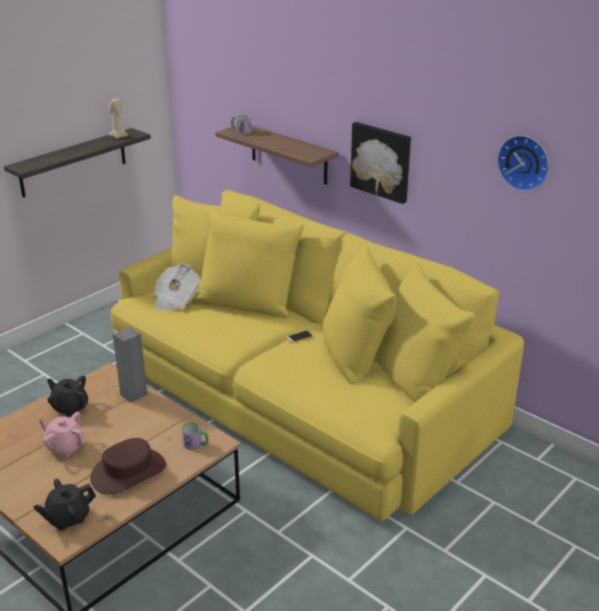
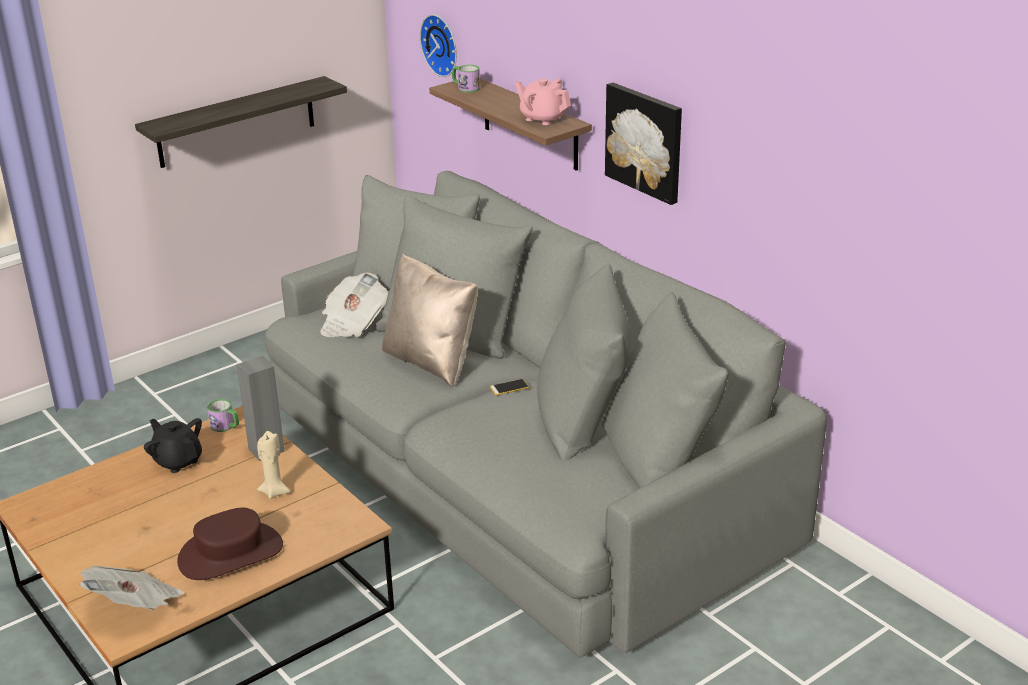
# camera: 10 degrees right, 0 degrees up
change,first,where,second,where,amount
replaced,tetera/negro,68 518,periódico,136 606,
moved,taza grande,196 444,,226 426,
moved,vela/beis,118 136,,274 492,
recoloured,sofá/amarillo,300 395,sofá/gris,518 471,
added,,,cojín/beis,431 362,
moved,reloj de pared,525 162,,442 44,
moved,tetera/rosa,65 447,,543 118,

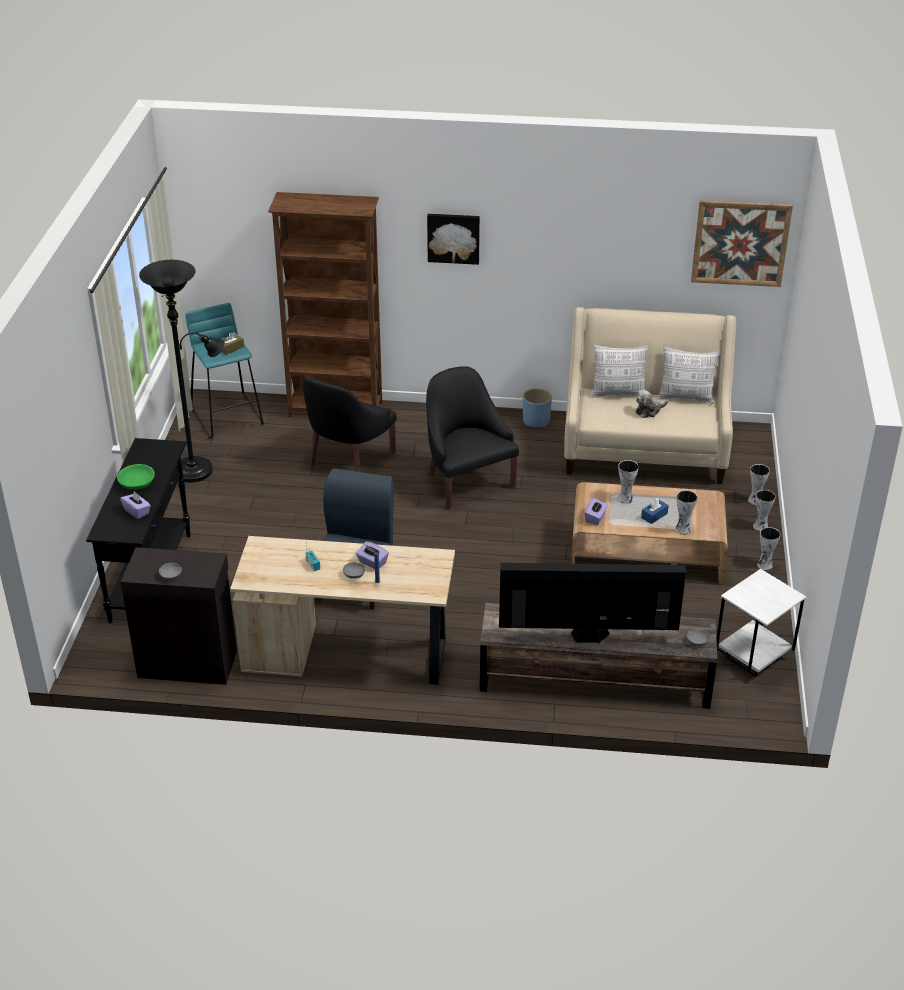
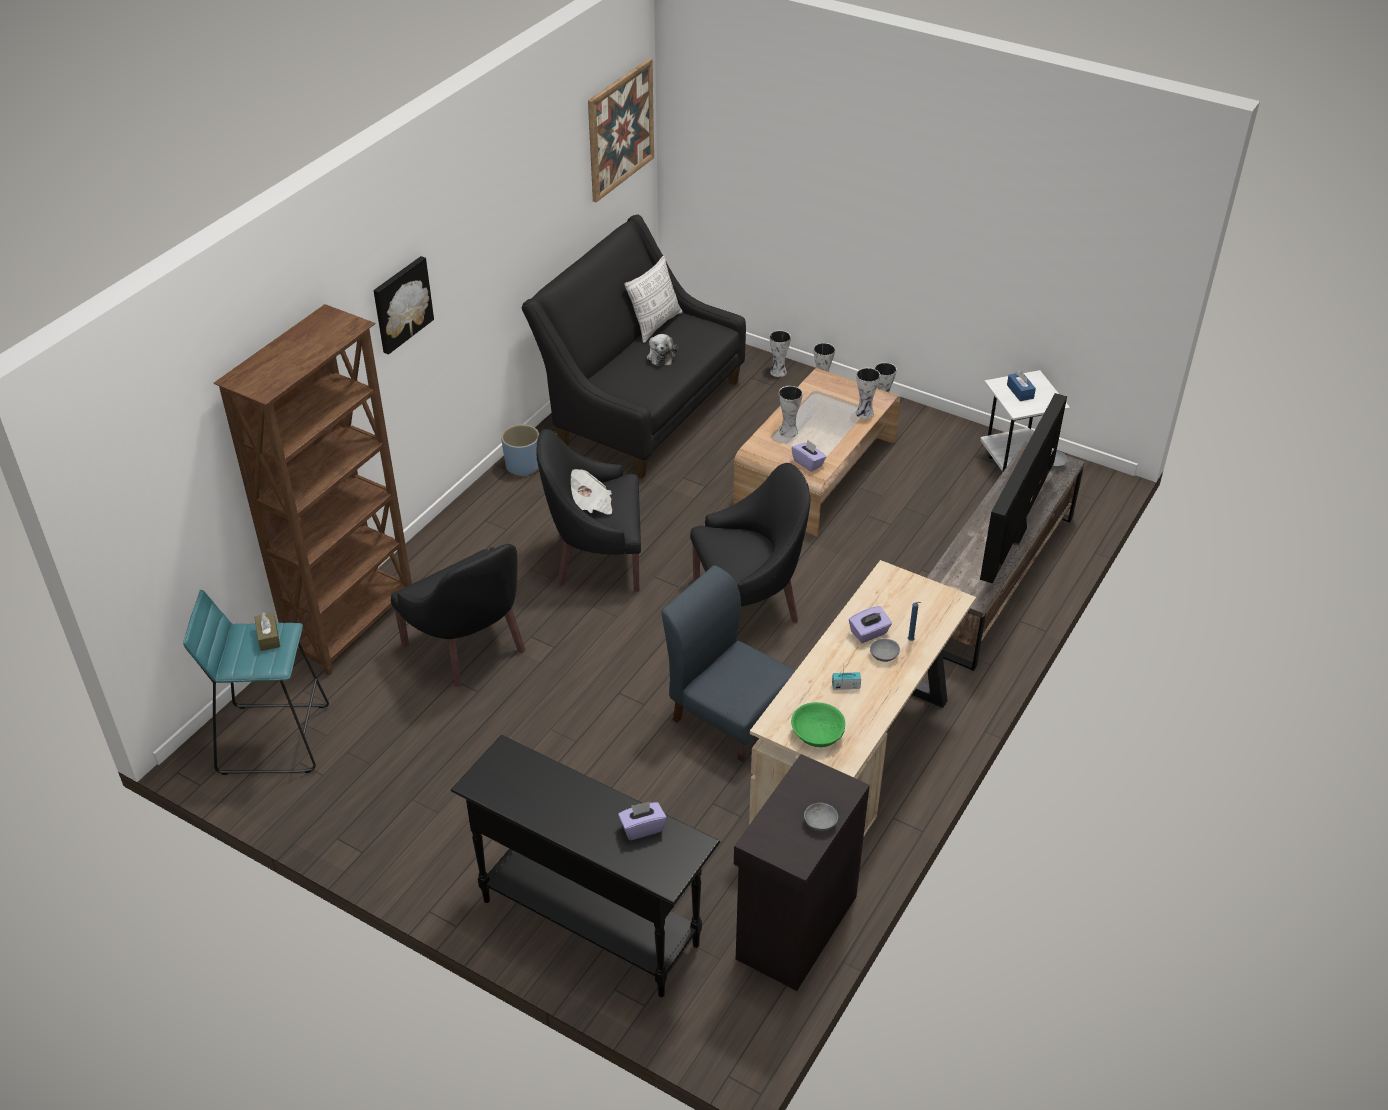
# camera: 65 degrees left, 5 degrees up
change,first,where,second,where,amount
recoloured,sofá/beis,644 450,sofá/negro,641 410,
added,,,periódico,588 504,
added,,,sillón/negro,749 603,
moved,cuenco/verde,137 483,,817 733,
moved,caja de pañuelos/azul,654 516,,1020 391,
removed,lámpara de pie/negro,198 469,,,
removed,cojín,618 393,,,

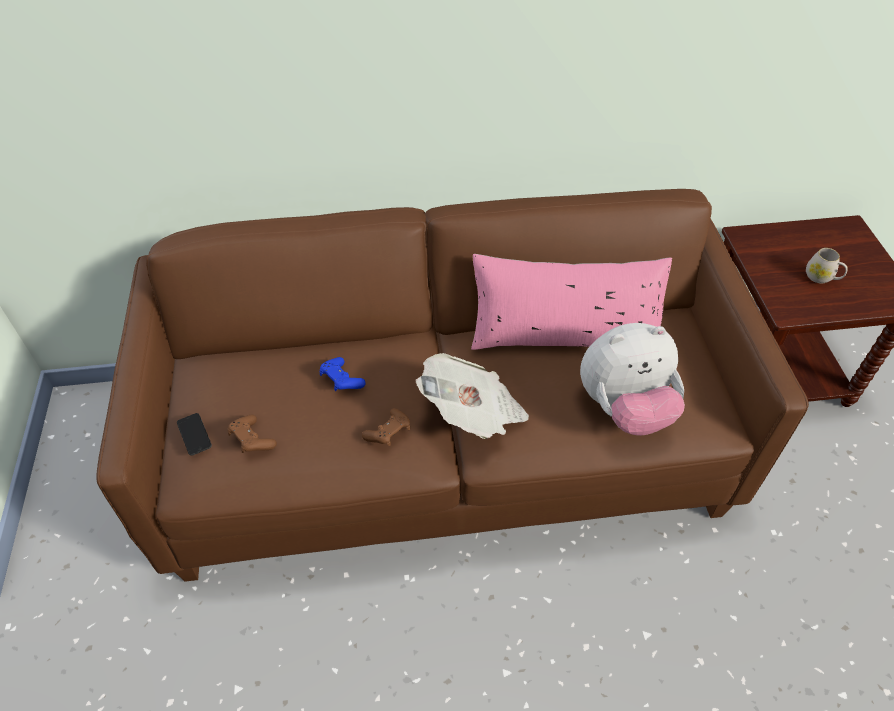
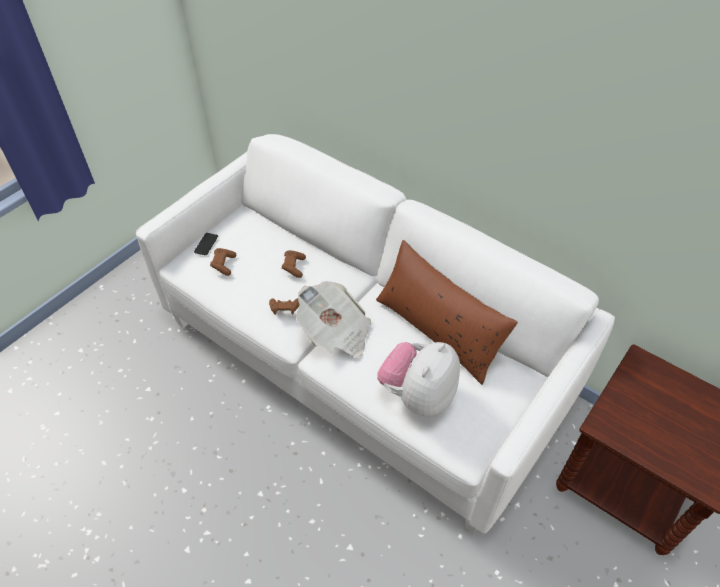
# camera: 45 degrees right, 0 degrees up
change,first,where,second,where,amount
recoloured,sofá/marrón,447 448,sofá/blanco,361 361,
recoloured,mando de consola/azul,341 381,mando de consola/marrón,293 267,
recoloured,cojín/rosa,564 334,cojín/marrón,438 330,
turned,peluche,625 408,,418 395,90 degrees clockwise
removed,taza grande/blanco,821 277,,,

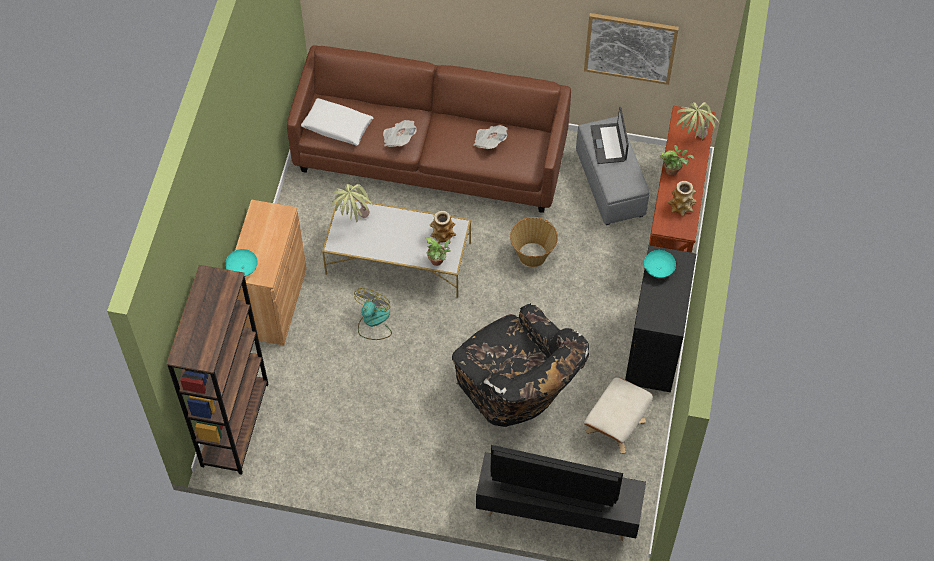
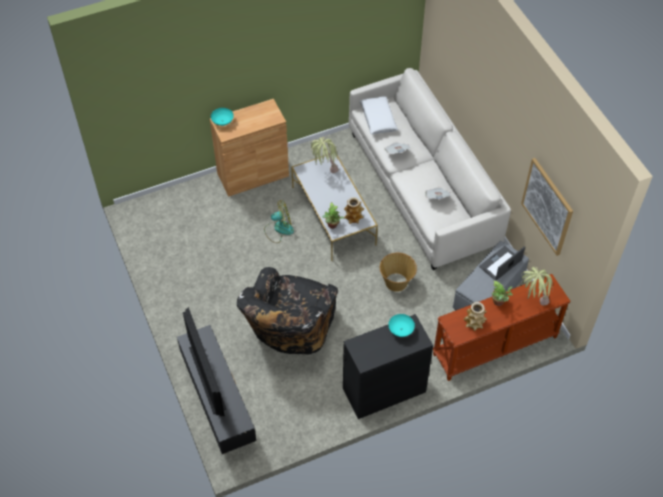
# camera: 55 degrees right, 5 degrees down
change,first,where,second,where,amount
recoloured,sofá/marrón,431 154,sofá/blanco,422 188,
removed,estantería/marrón,235 424,,,
removed,puf/beis,616 426,,,

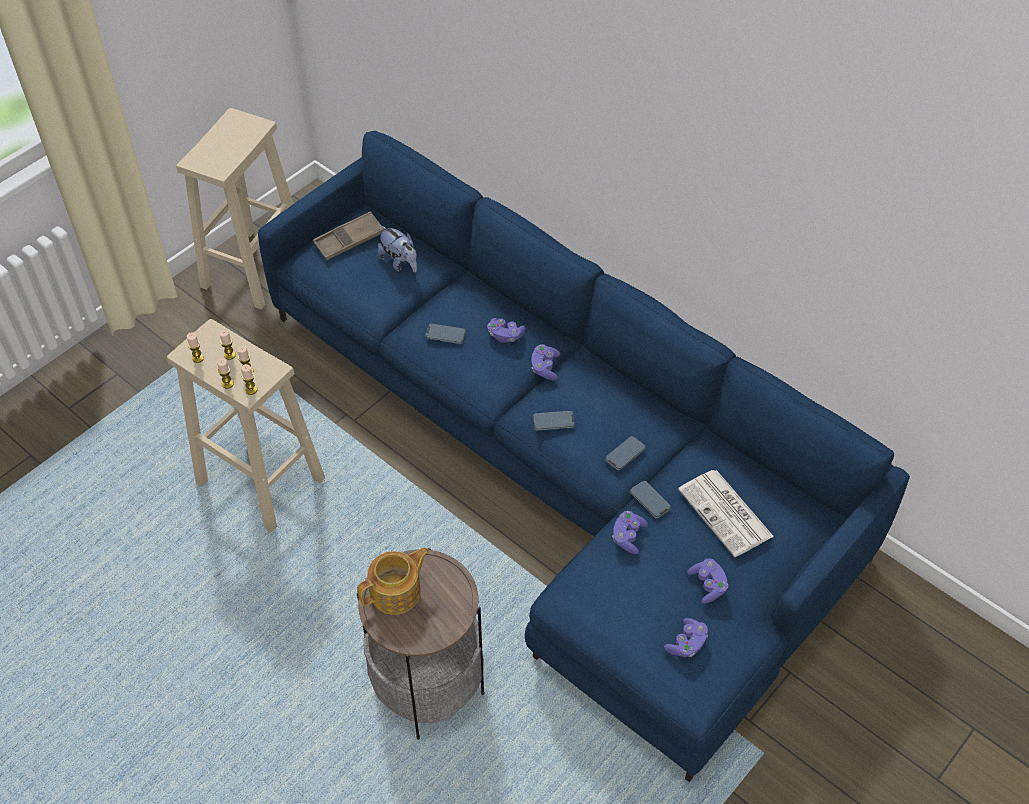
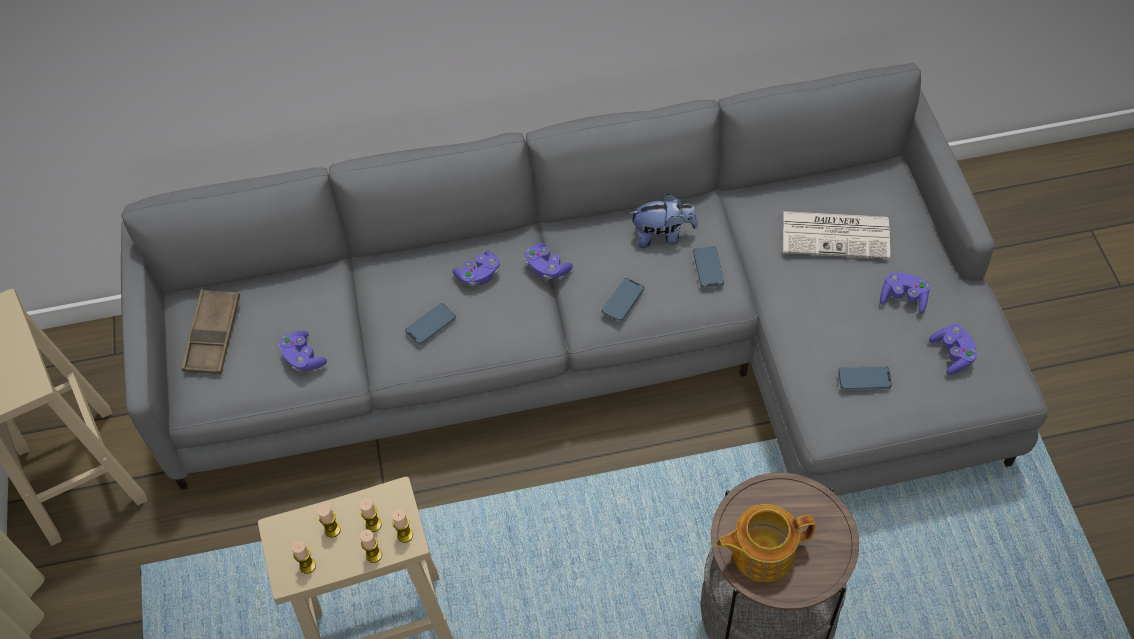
# camera: 50 degrees left, 5 degrees up
change,first,where,second,where,amount
recoloured,sofá/azul,566 468,sofá/gris,606 347,
moved,mando de consola/morado,628 537,,303 358,
moved,peluche,400 263,,662 235,
turned,tetera,397 592,,761 552,105 degrees counterclockwise
moved,móvil,650 500,,864 379,

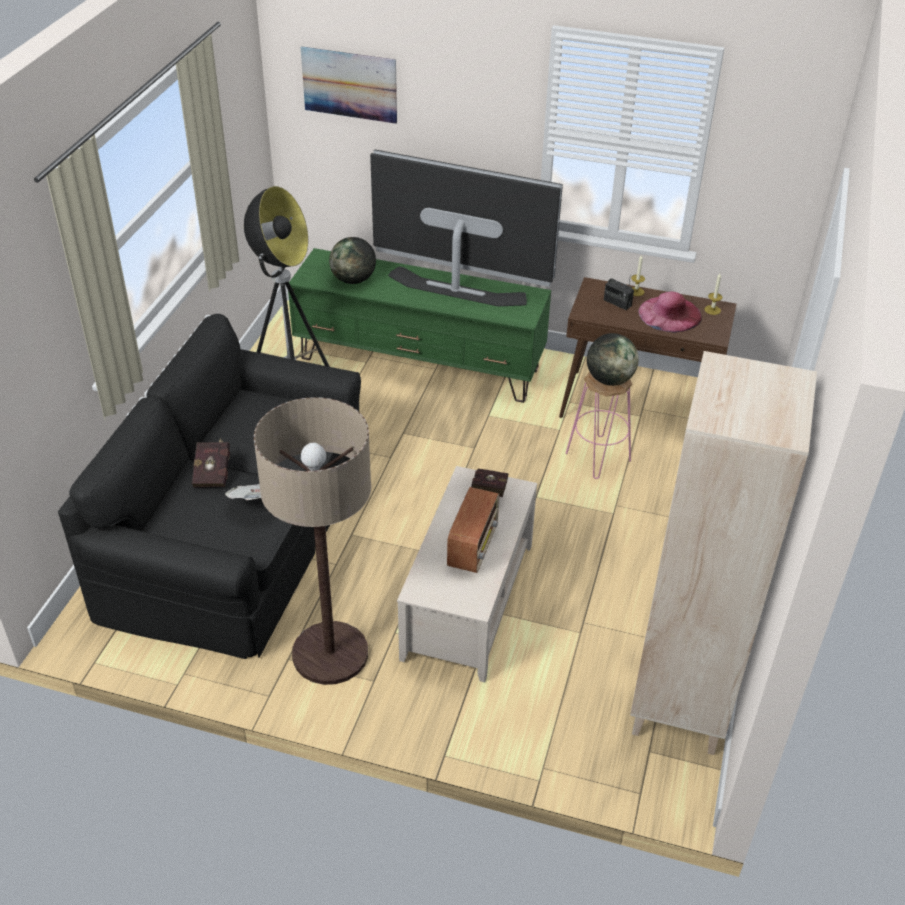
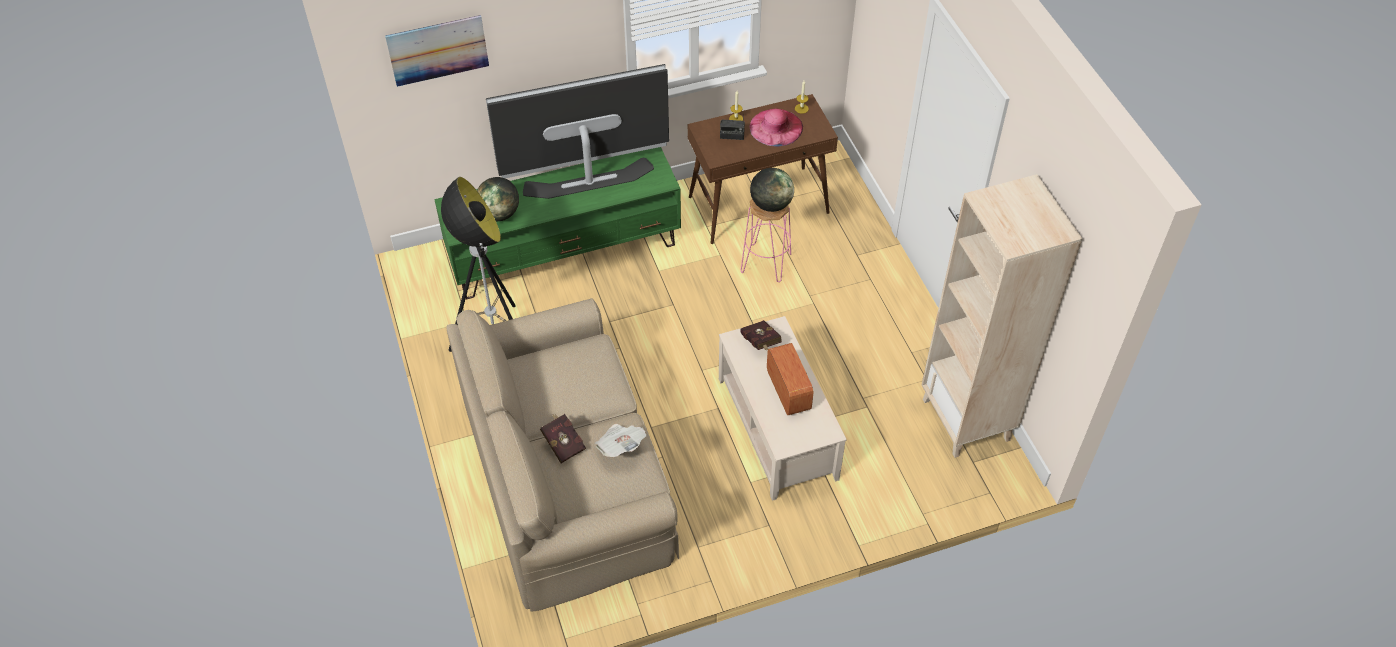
# camera: 35 degrees left, 10 degrees up
change,first,where,second,where,amount
recoloured,sofá/negro,238 533,sofá/beis,567 476,
removed,lámpara de pie,330 653,,,

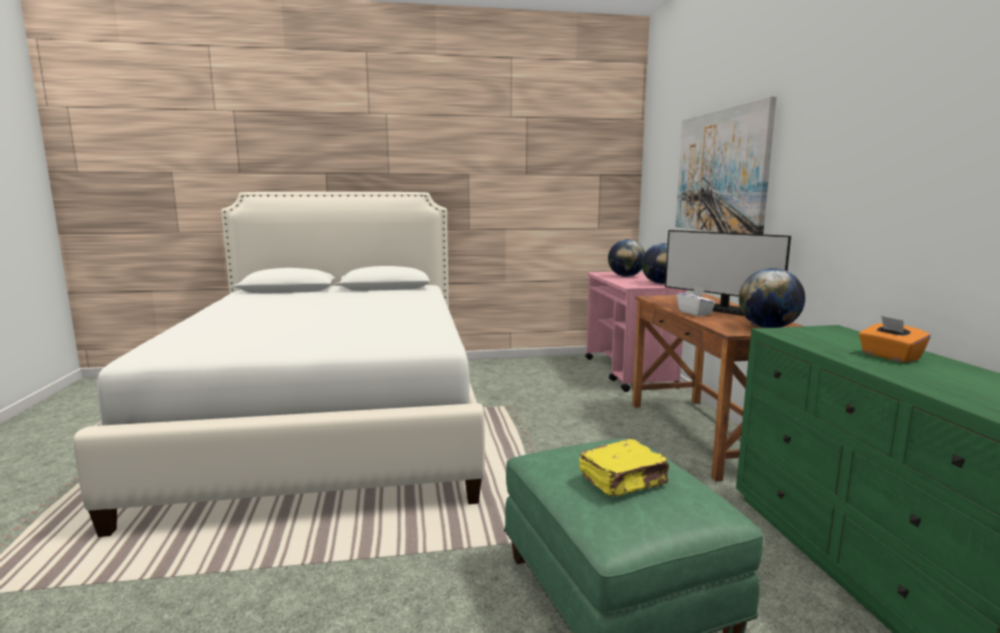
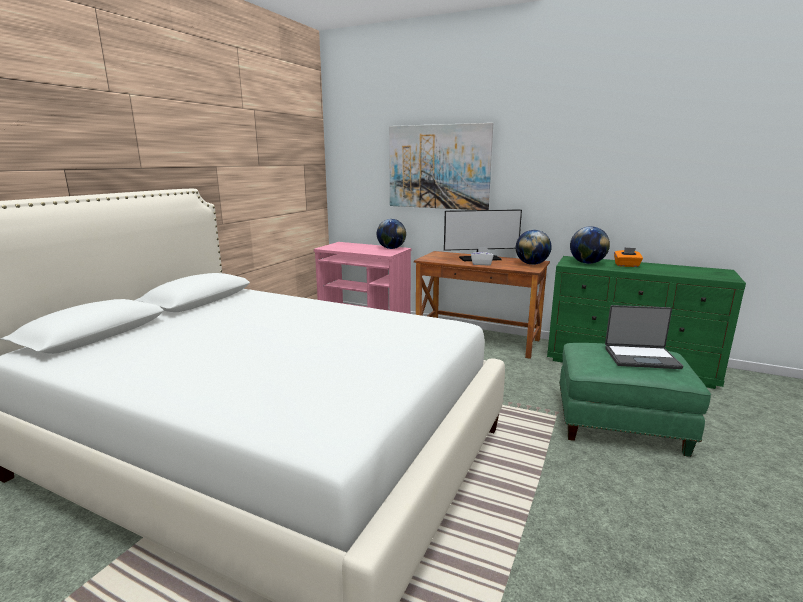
# camera: 55 degrees left, 5 degrees up
change,first,where,second,where,amount
moved,globo terráqueo,626 276,,587 263,
replaced,libro/amarillo,624 481,portátil,641 357,

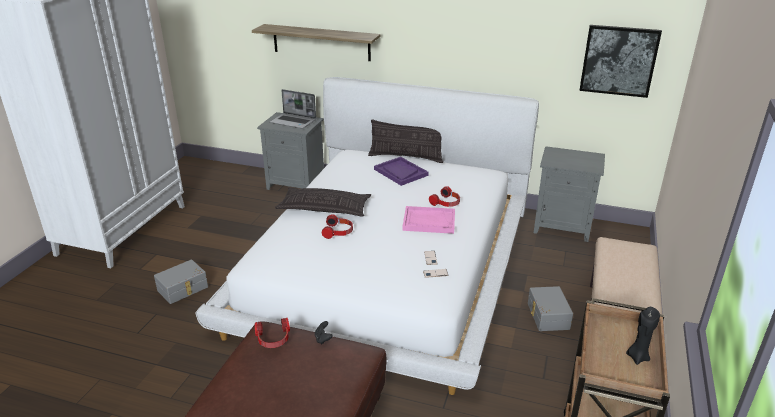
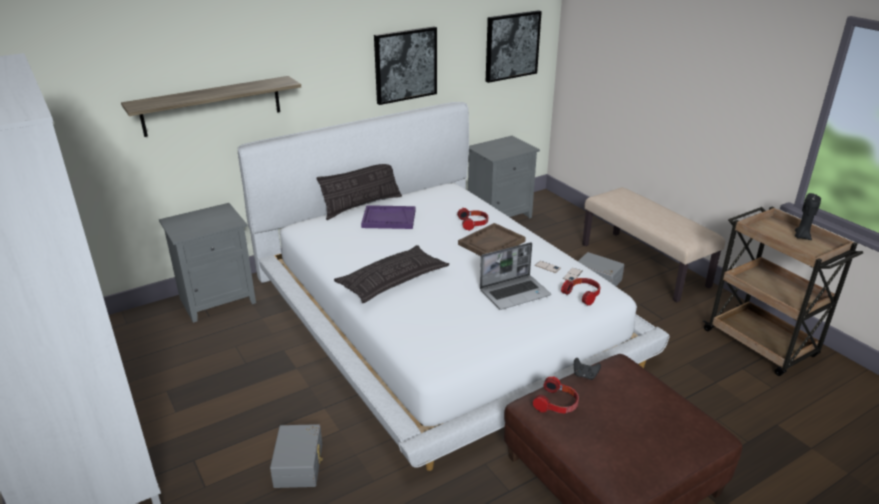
# camera: 50 degrees left, 0 degrees up
change,first,where,second,where,amount
added,,,cuadro,405 65,
recoloured,bandeja/rosa,429 221,bandeja/marrón,491 243,
moved,portátil,294 122,,515 293,
moved,auriculares,338 232,,583 295,

